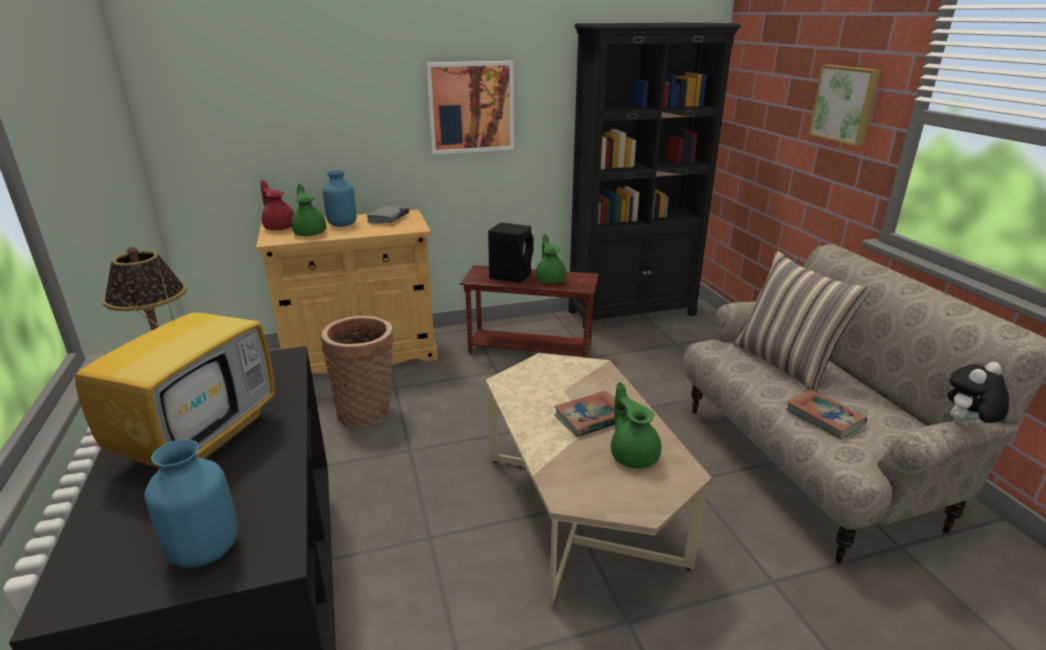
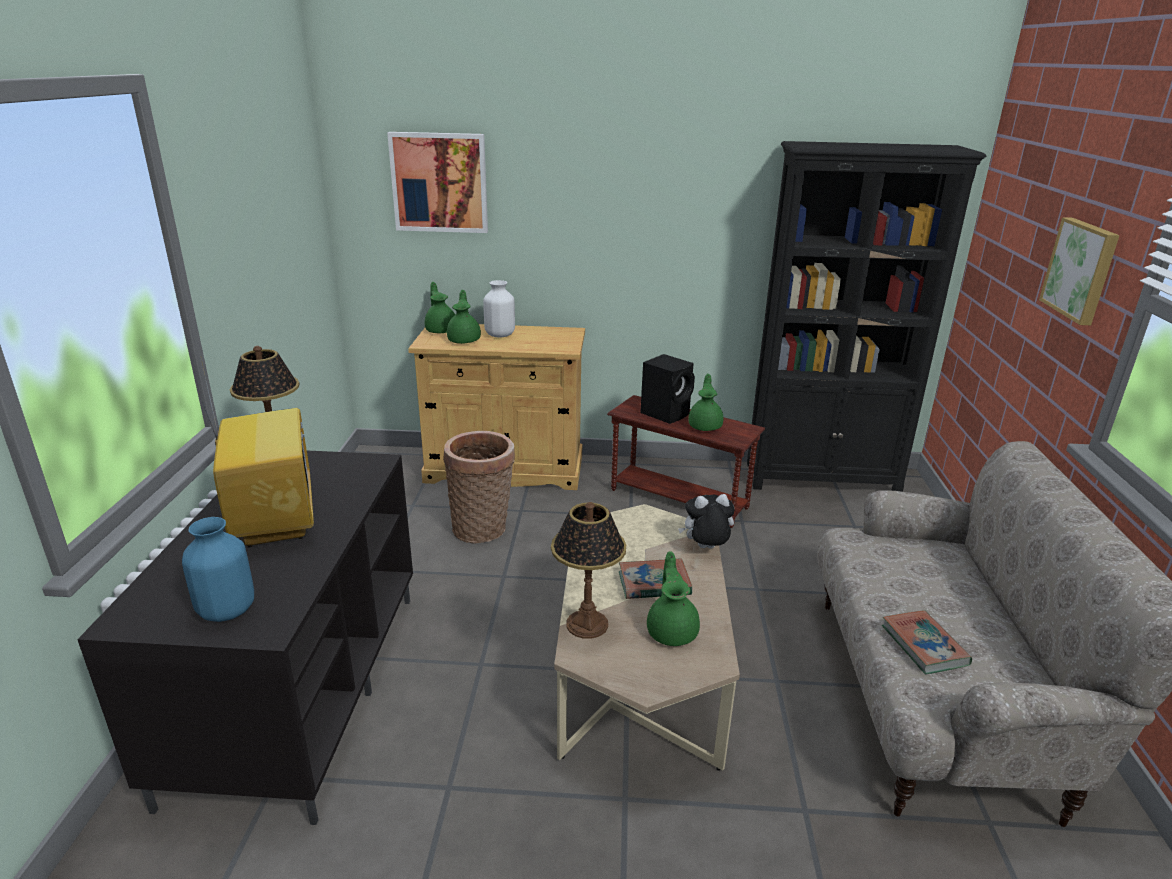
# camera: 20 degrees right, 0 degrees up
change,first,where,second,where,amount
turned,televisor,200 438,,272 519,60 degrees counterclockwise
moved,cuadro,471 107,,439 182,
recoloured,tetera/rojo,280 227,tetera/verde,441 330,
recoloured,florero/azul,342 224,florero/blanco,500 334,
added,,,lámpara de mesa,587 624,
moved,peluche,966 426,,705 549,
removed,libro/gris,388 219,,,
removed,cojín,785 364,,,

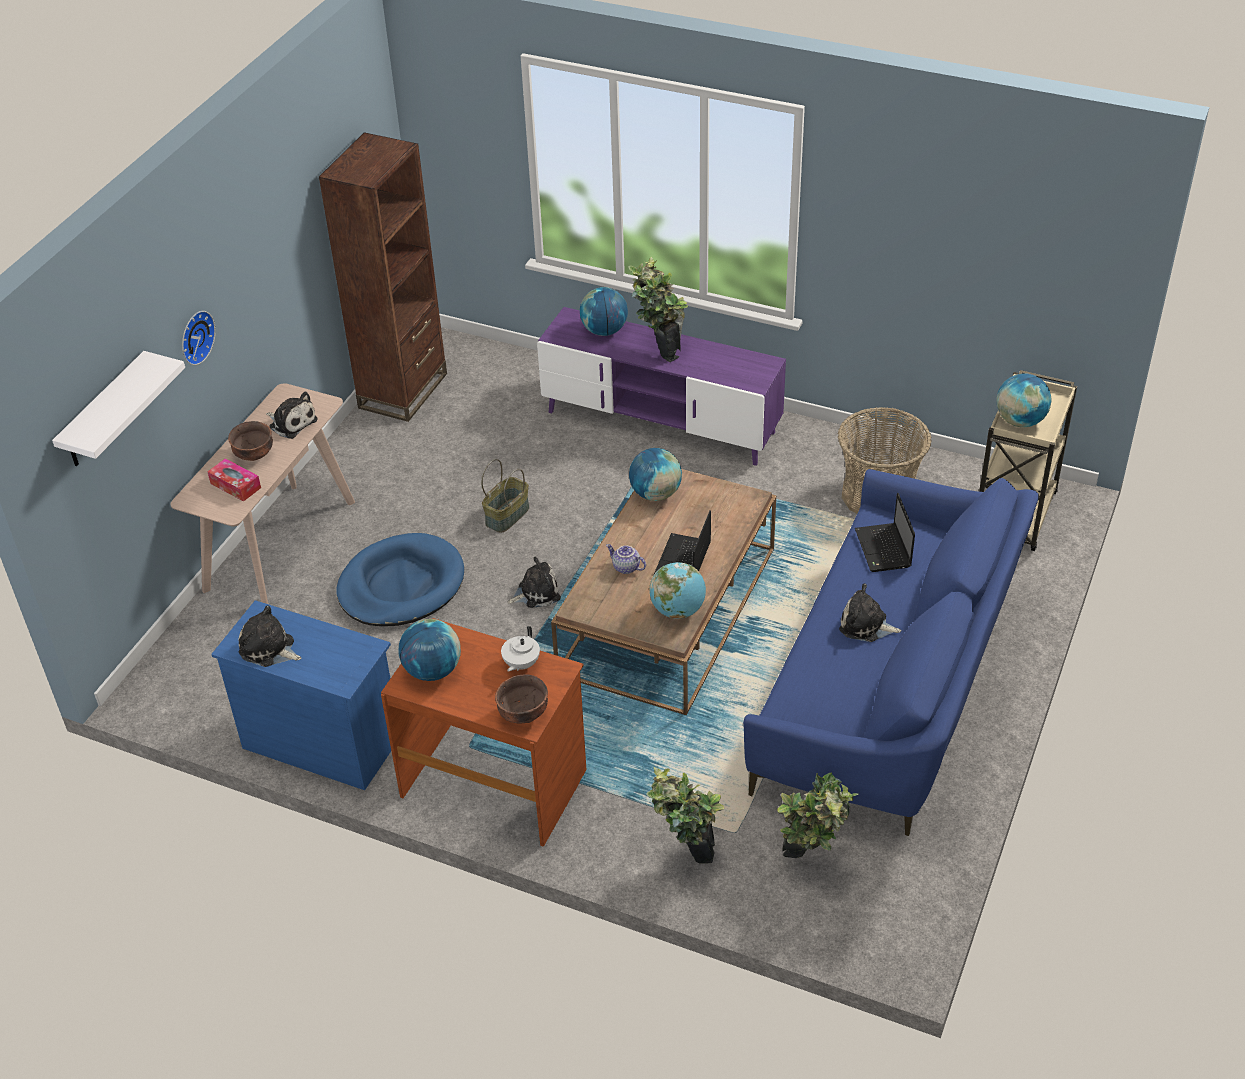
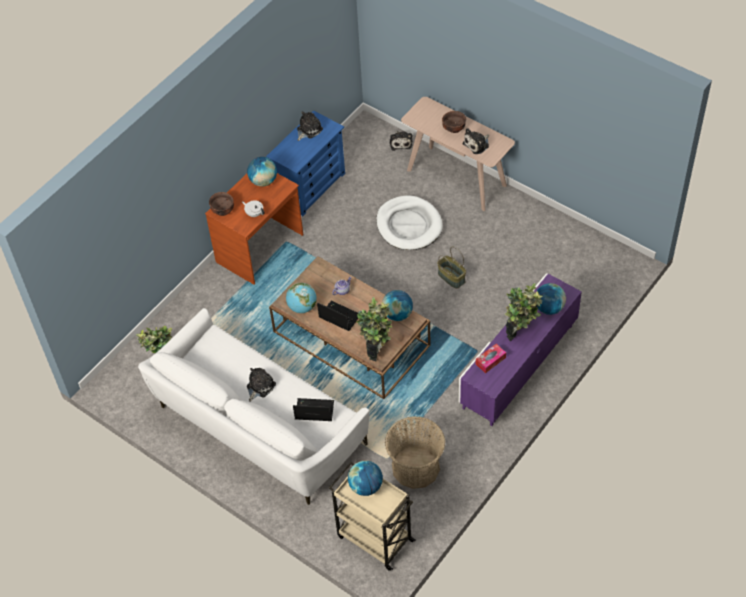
# camera: 105 degrees right, 10 degrees up
change,first,where,second,where,amount
recoloured,sofá/azul,889 689,sofá/blanco,258 427,
moved,planta en maceta,685 857,,376 349,
recoloured,cama para perro/azul,401 585,cama para perro/blanco,409 225,
moved,peluche,536 592,,400 142,
moved,caja de pañuelos,235 485,,490 361,
removed,estante/blanco,104 412,,,
removed,reloj de pared,194 337,,,
removed,estantería/marrón,403 391,,,

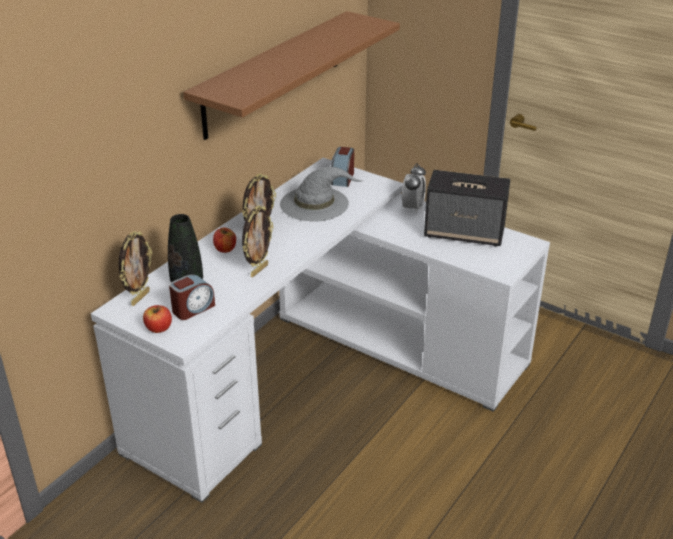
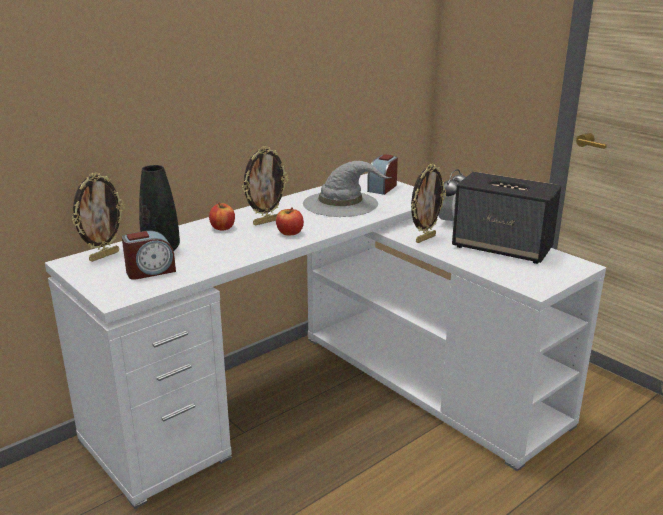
# camera: 15 degrees right, 10 degrees down
change,first,where,second,where,amount
moved,manzana,158 328,,290 233,
moved,portarretratos,258 270,,425 238,
removed,estante/marrón,274 73,,,

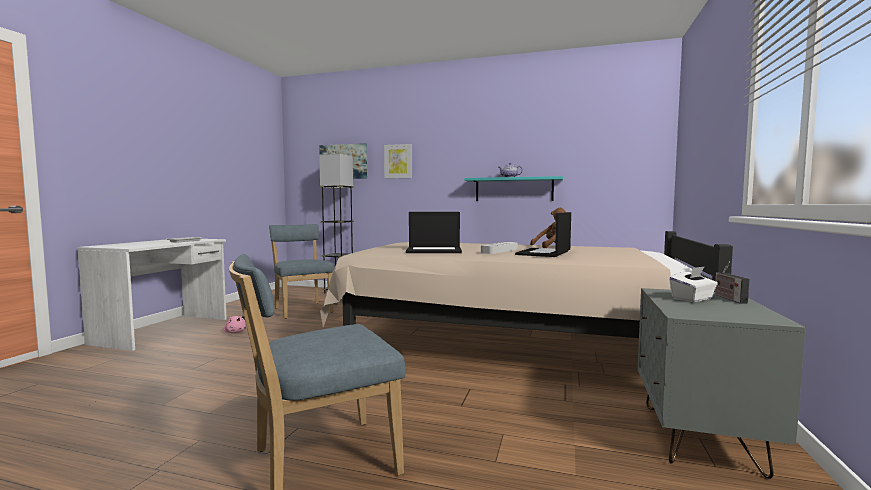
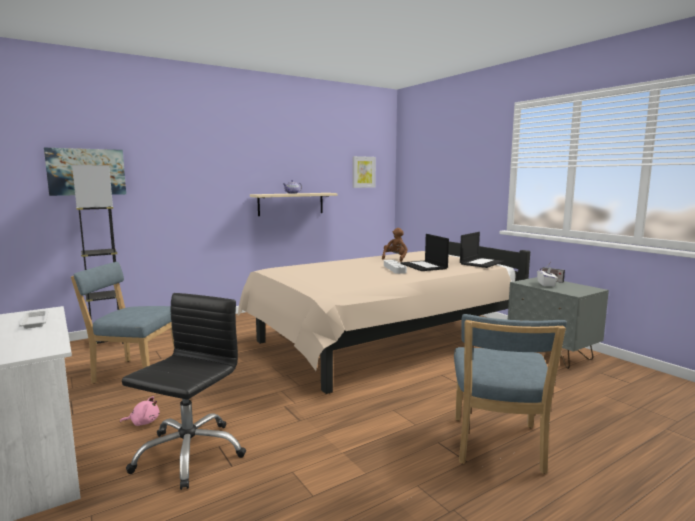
# camera: 50 degrees left, 5 degrees up
change,first,where,second,where,amount
added,,,silla de oficina/negro,189 453,
recoloured,estante/turquesa,514 189,estante/beis,291 204,
moved,cuadro,398 161,,363 172,
moved,portátil,434 251,,481 263,

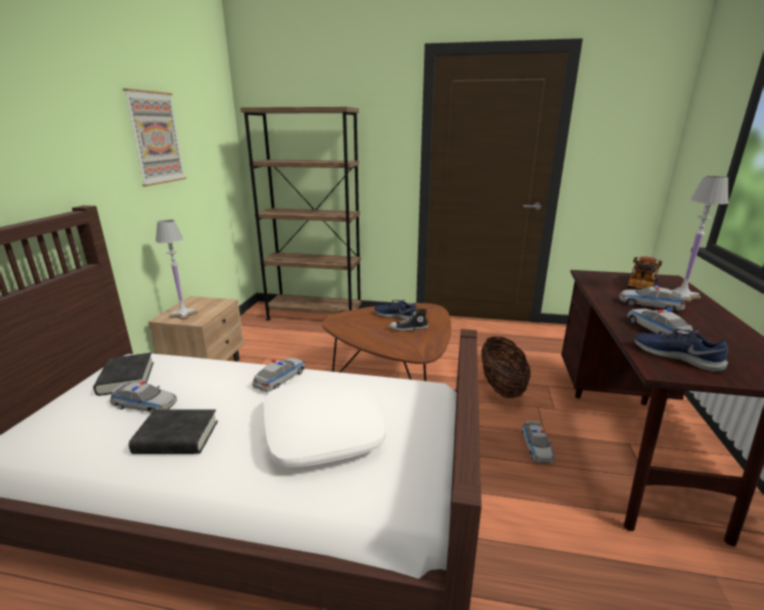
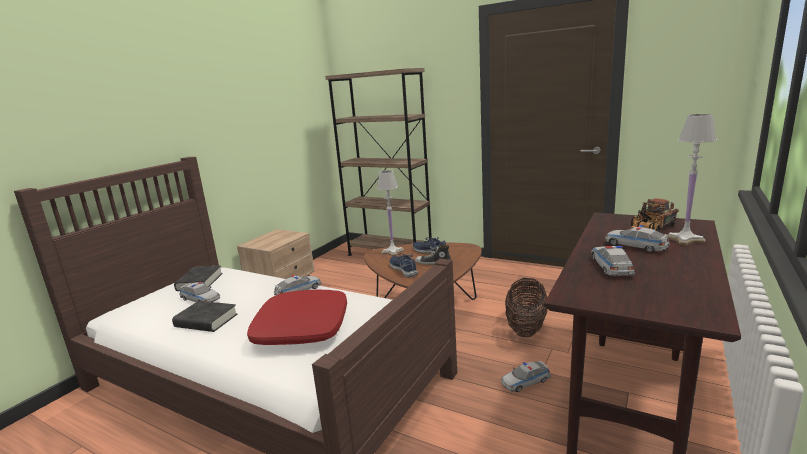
# camera: 20 degrees right, 5 degrees down
change,first,where,second,where,amount
recoloured,cojín/blanco,322 431,cojín/rojo,301 328,
moved,lámpara de mesa/blanco,183 314,,392 252,
moved,zapato/azul,676 356,,404 269,
turned,coche de juguete,536 447,,525 381,45 degrees clockwise
removed,cuadro,155 138,,,

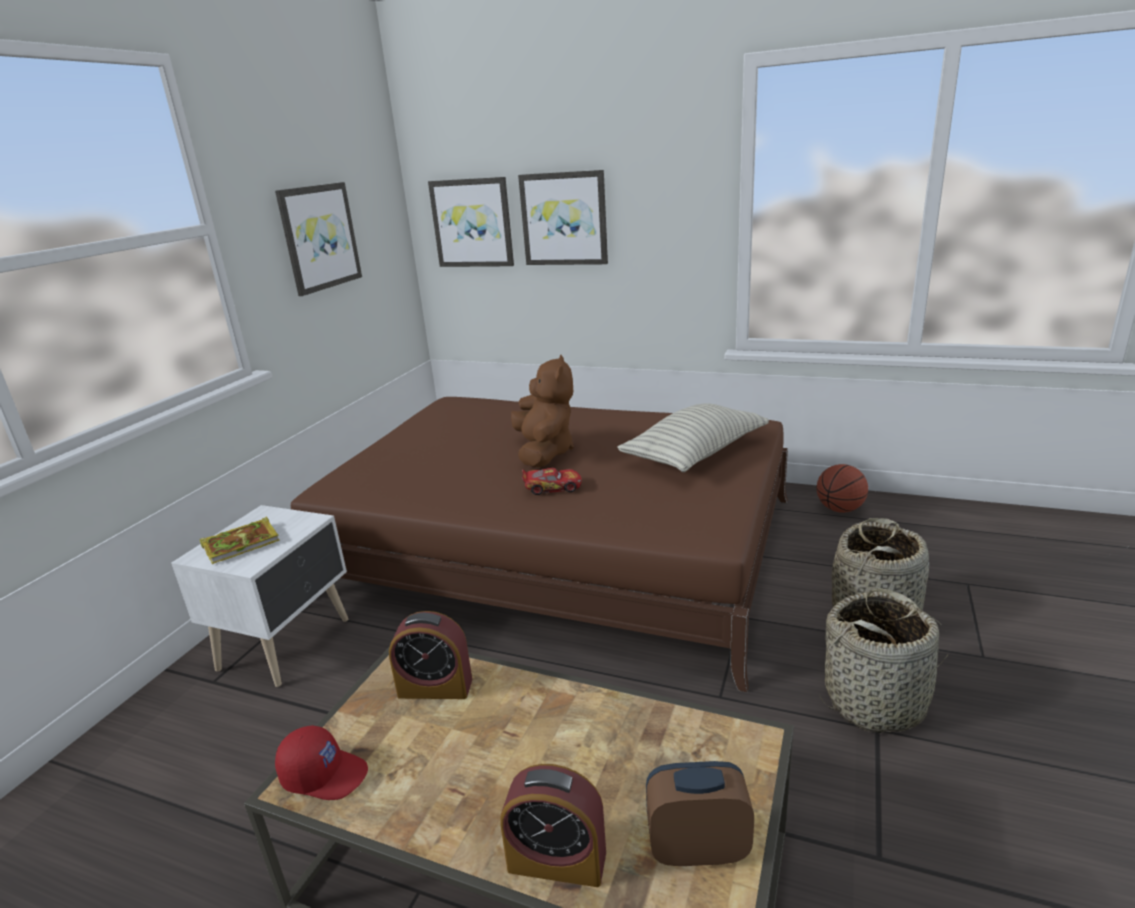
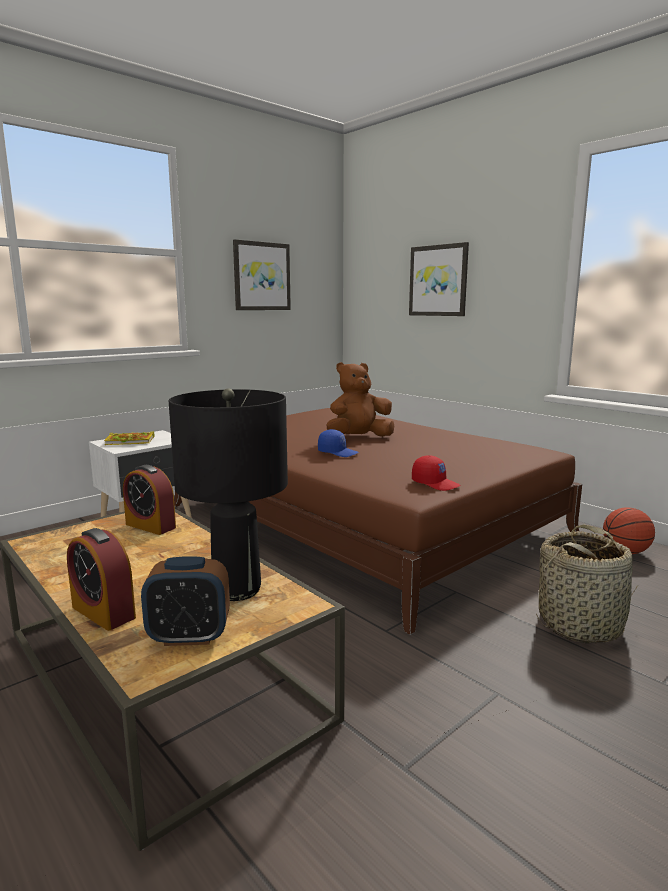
# camera: 25 degrees right, 10 degrees down
change,first,where,second,where,amount
turned,despertador,697 848,,189 637,150 degrees clockwise
added,,,lámpara de mesa/negro,236 589,
replaced,coche de juguete,552 487,gorra/azul,338 452,
turned,peluche/marrón,544 453,,359 438,135 degrees counterclockwise
moved,gorra/rojo,325 774,,435 483,
removed,cuadro,472 223,,,
removed,cojín,695 454,,,
removed,cesta,875 701,,,

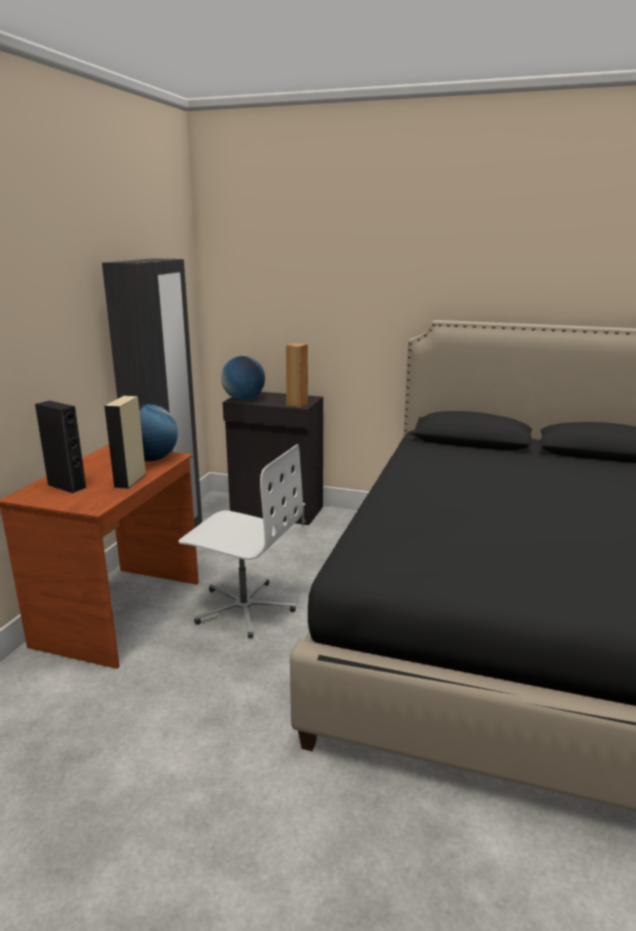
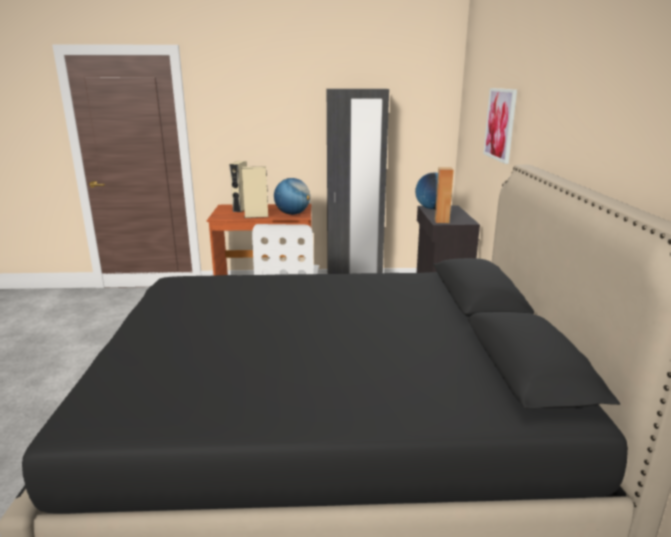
# camera: 70 degrees right, 0 degrees up
change,first,where,second,where,amount
recoloured,altavoz/negro,67 486,altavoz/beis,241 209,
added,,,cuadro,500 124,

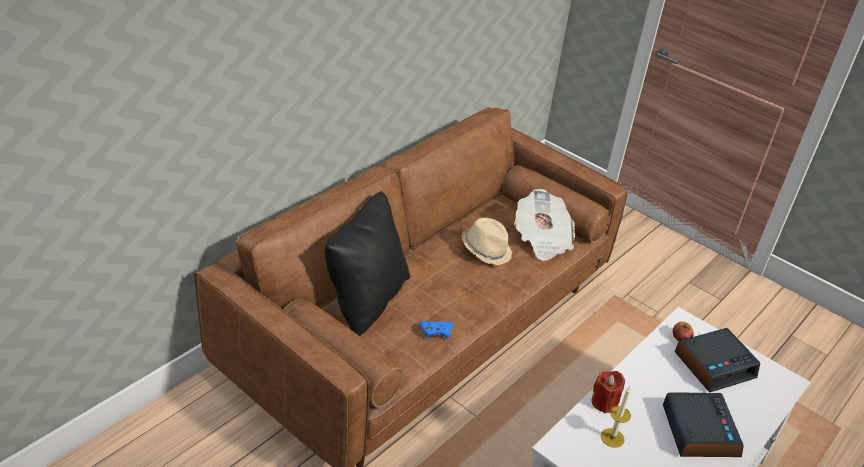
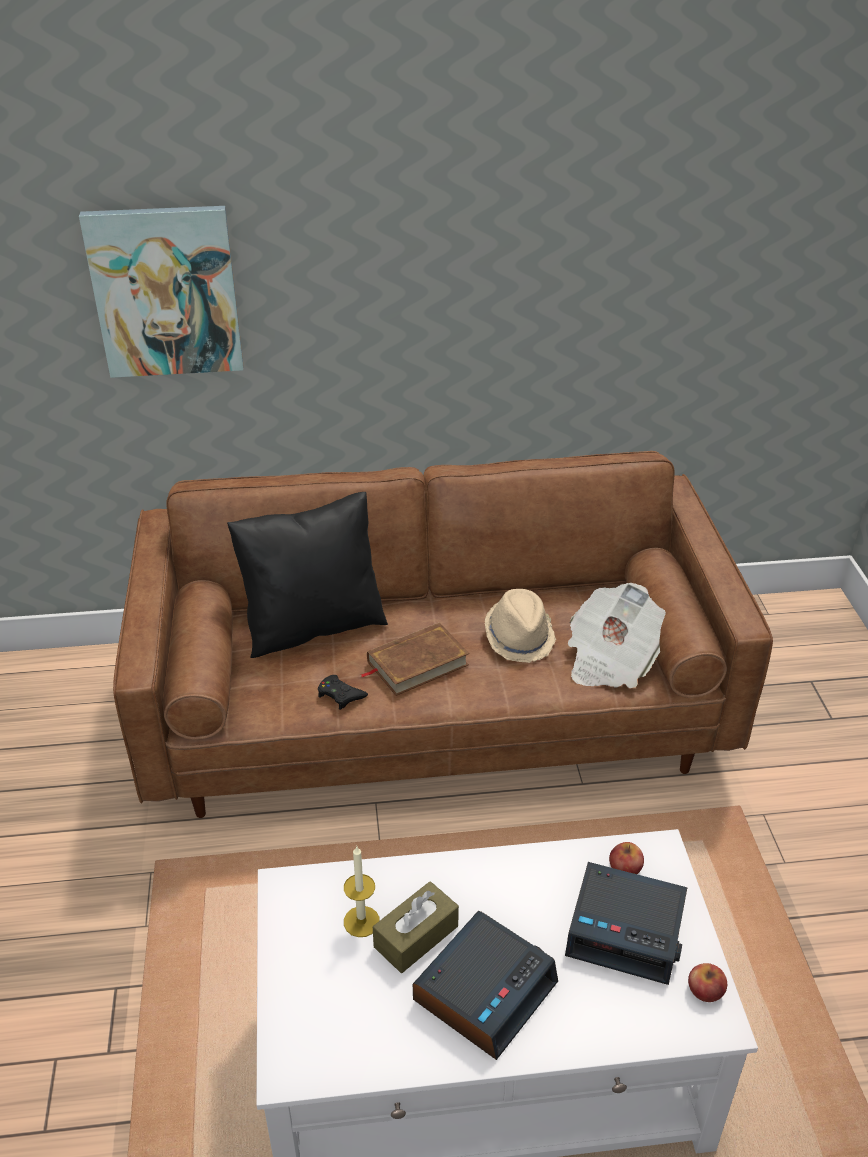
# camera: 45 degrees right, 0 degrees up
change,first,where,second,where,amount
added,,,cuadro,166 292,
recoloured,mando de consola/azul,436 331,mando de consola/negro,340 695,
added,,,libro/marrón,417 663,
added,,,caja de pañuelos/marrón,416 936,
added,,,manzana,705 990,
removed,vela/rojo,604 402,,,

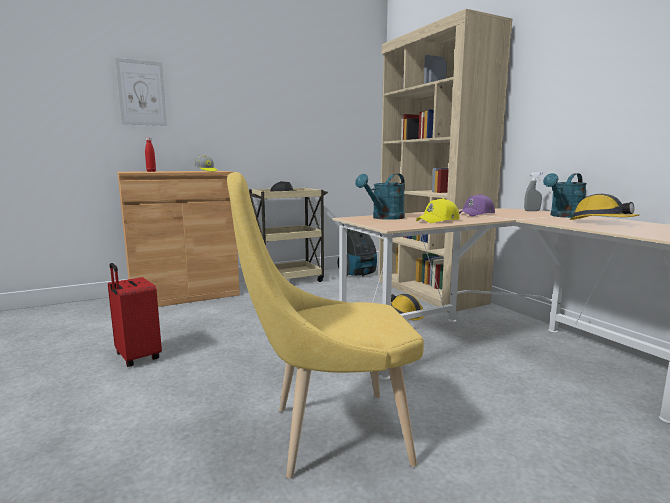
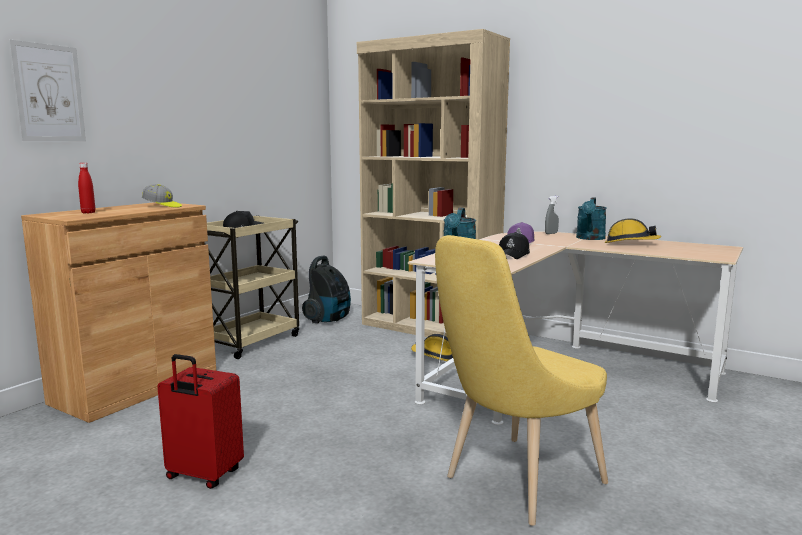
# camera: 30 degrees left, 0 degrees up
change,first,where,second,where,amount
recoloured,gorra/amarillo,438 220,gorra/negro,513 255,

